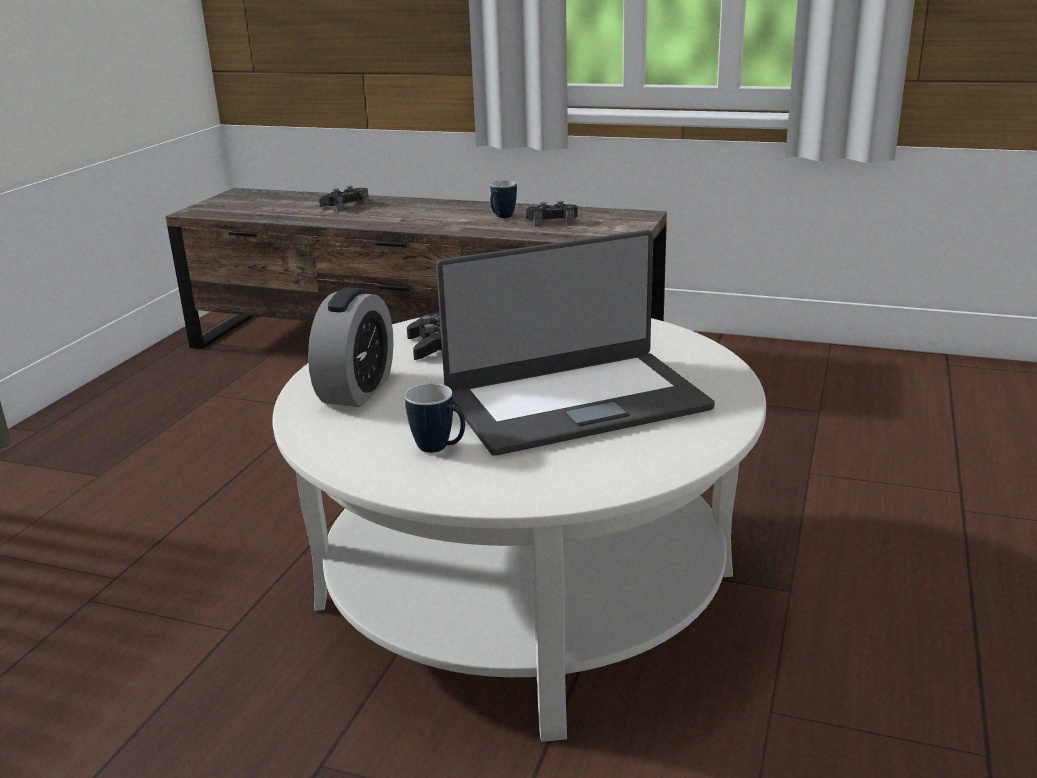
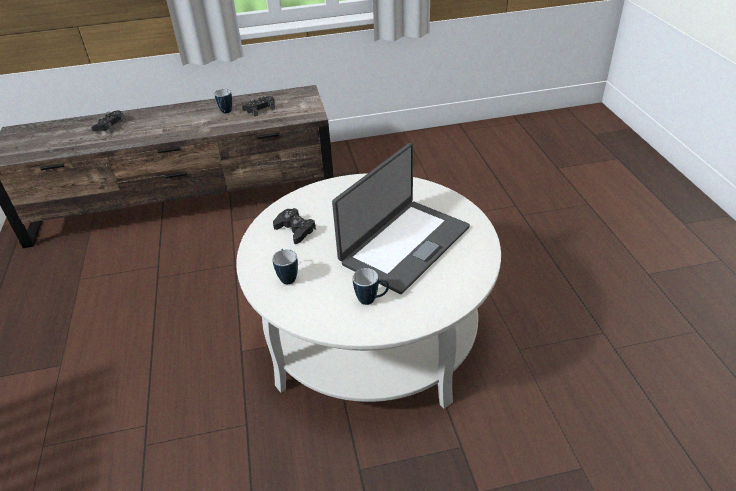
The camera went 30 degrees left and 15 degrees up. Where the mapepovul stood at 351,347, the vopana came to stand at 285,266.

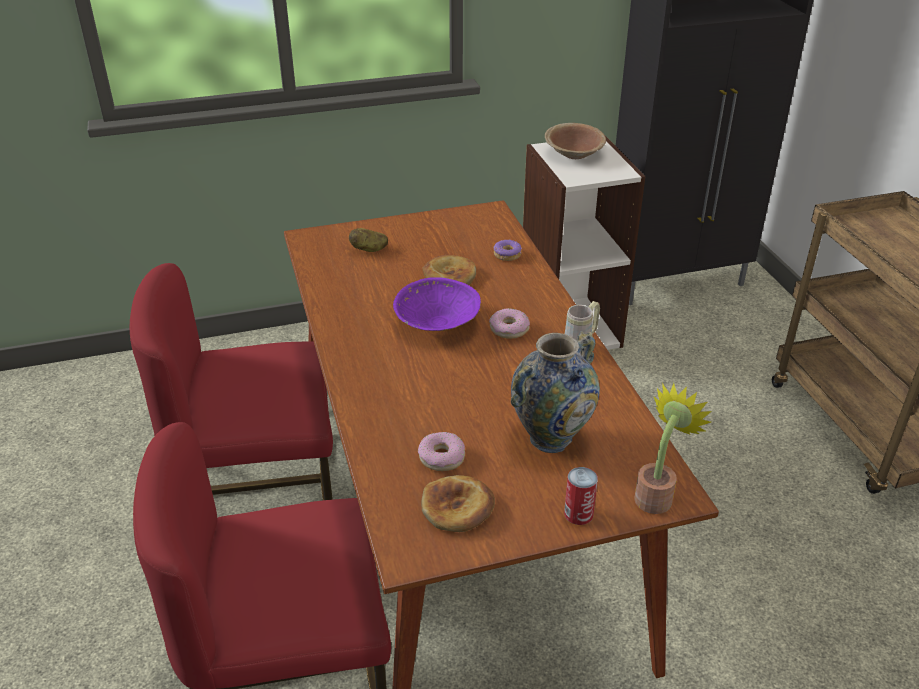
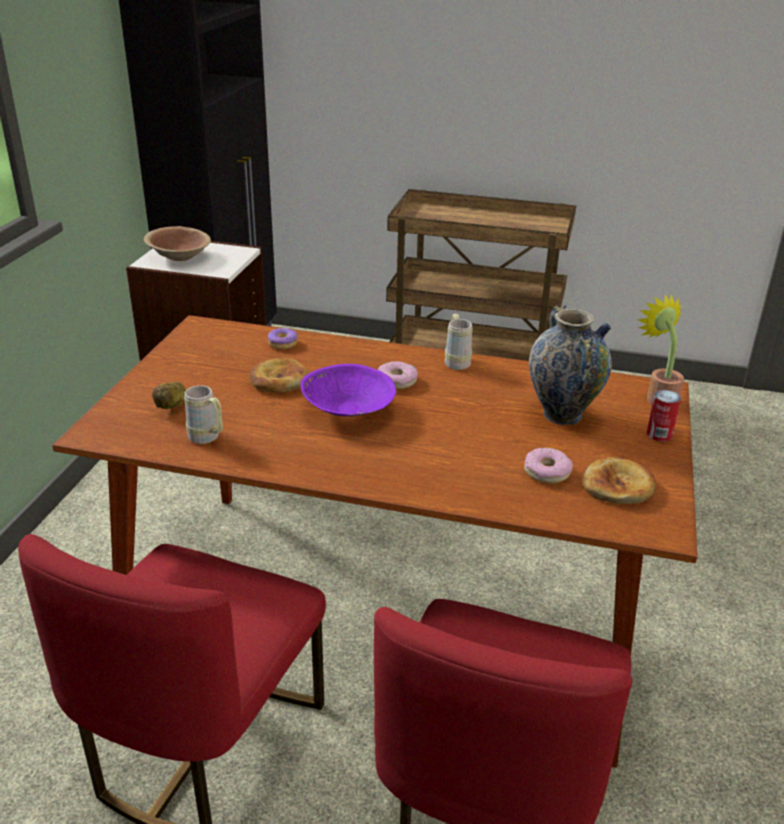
The camera went 60 degrees left and 5 degrees down. The second view gained the beige vopana at 203,414.

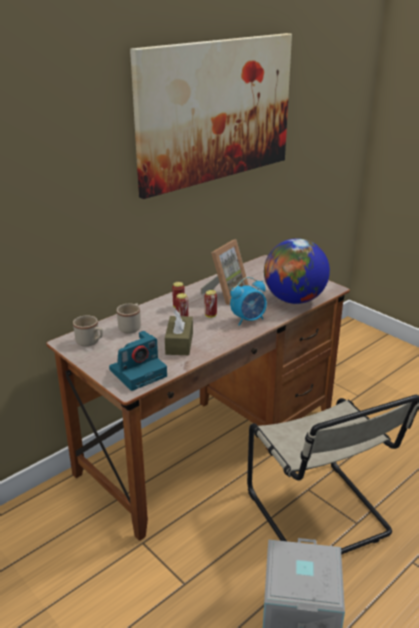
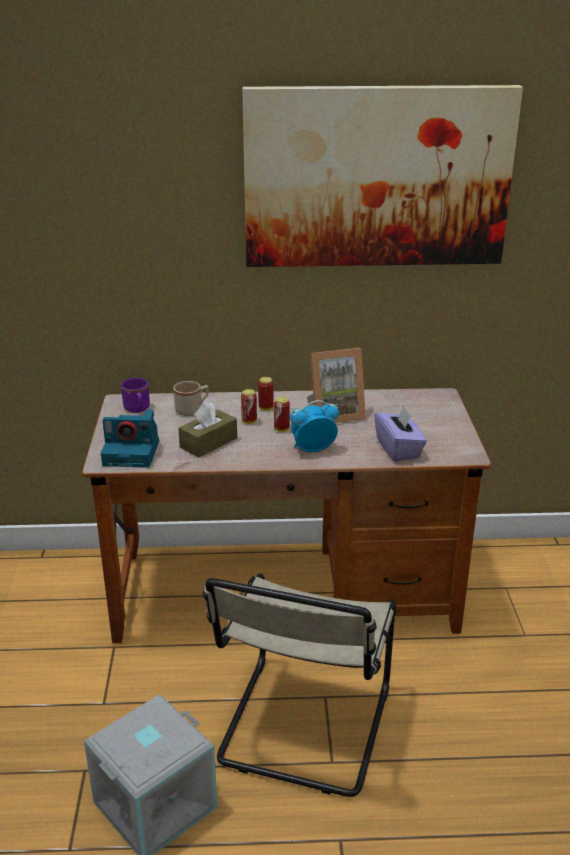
The camera went 40 degrees right and 0 degrees up. Where the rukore stood at 297,271, the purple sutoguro came to stand at 400,433. The mapepovul at 248,301 ended up facing another way, 150 degrees clockwise from before. What was the beige vopana at 88,331 turned into the purple vopana at 135,395.

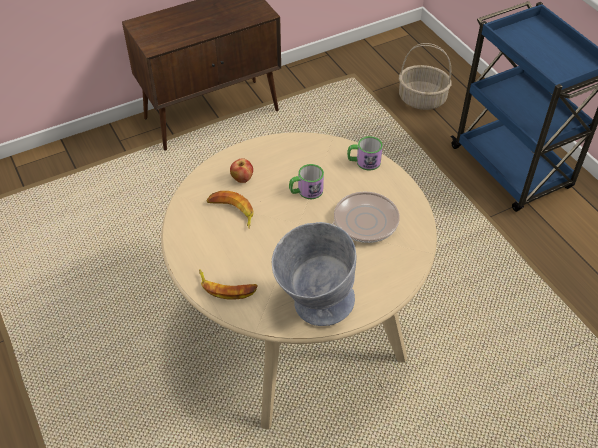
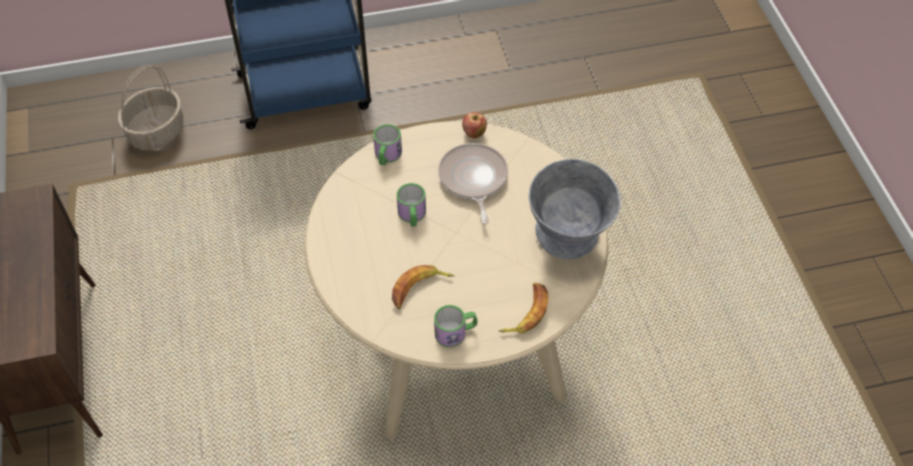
The camera went 75 degrees left and 5 degrees up. The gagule ended up elsewhere, having gone from 241,170 to 474,125. The second view gained the vopana at 455,326.

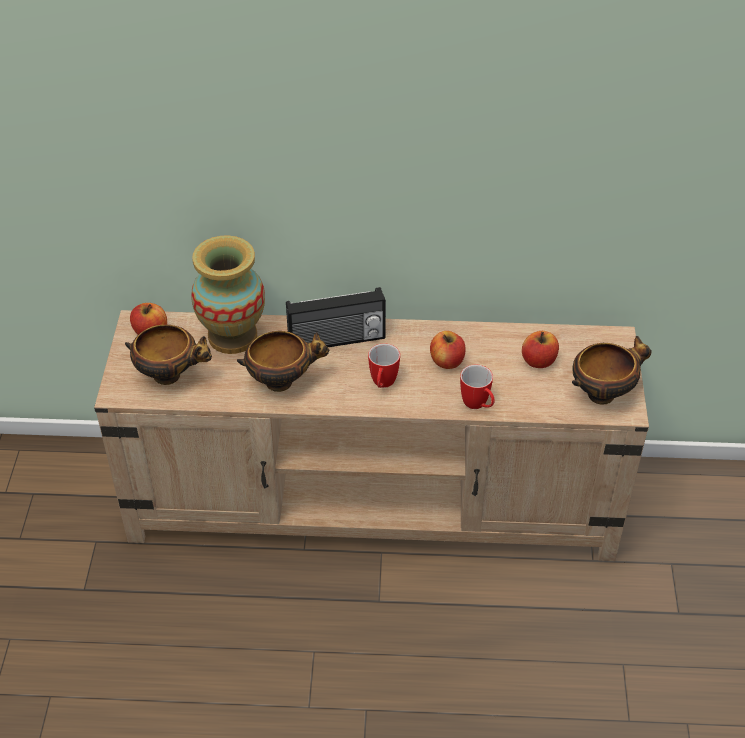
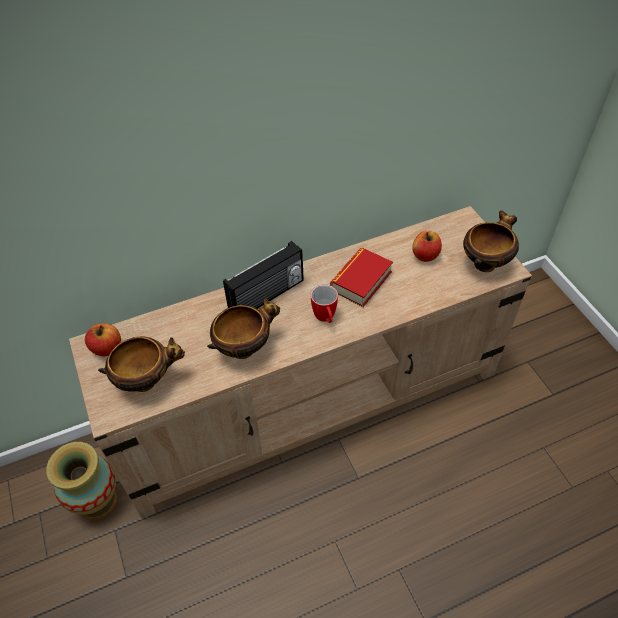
The camera went 25 degrees left and 5 degrees up. The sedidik ended up elsewhere, having gone from 228,294 to 81,481. Where the gagule stood at 448,350, the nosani came to stand at 361,277. The second view lost the vopana at 477,387.

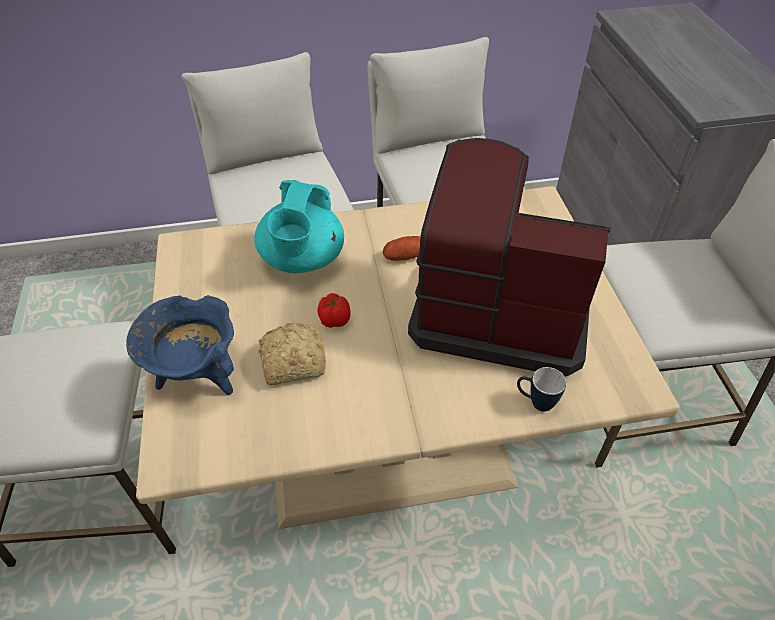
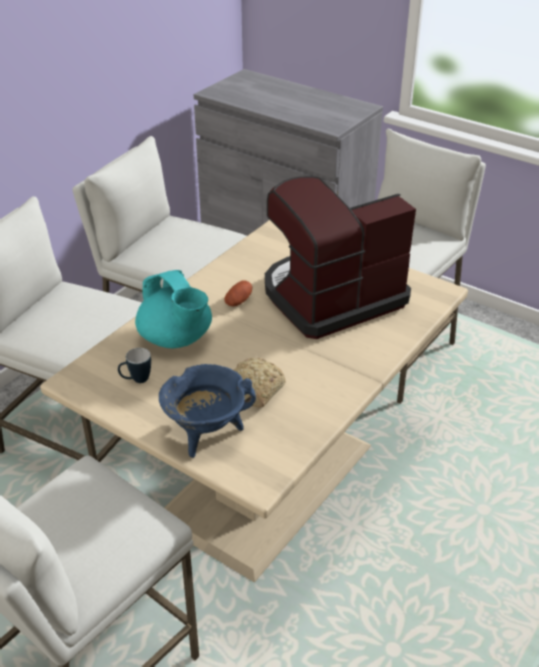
The camera went 45 degrees left and 10 degrees down. The second view lost the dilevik at 334,310. The vopana ended up elsewhere, having gone from 541,389 to 134,365.

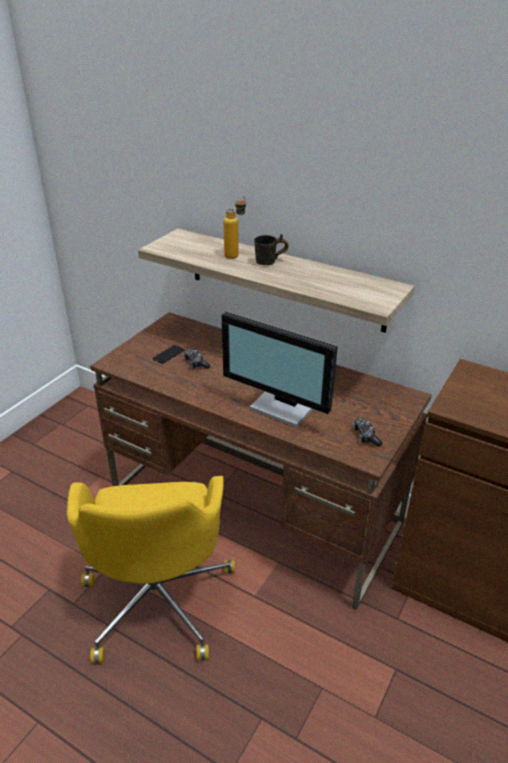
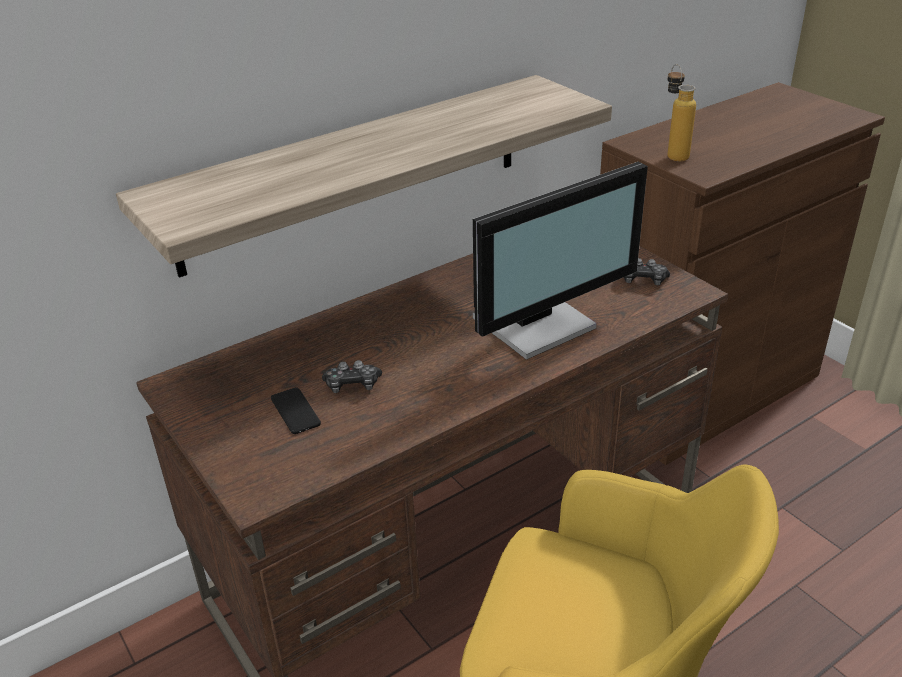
The camera went 65 degrees left and 0 degrees up. The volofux ended up elsewhere, having gone from 234,227 to 682,112. The second view lost the grey vopana at 271,249.

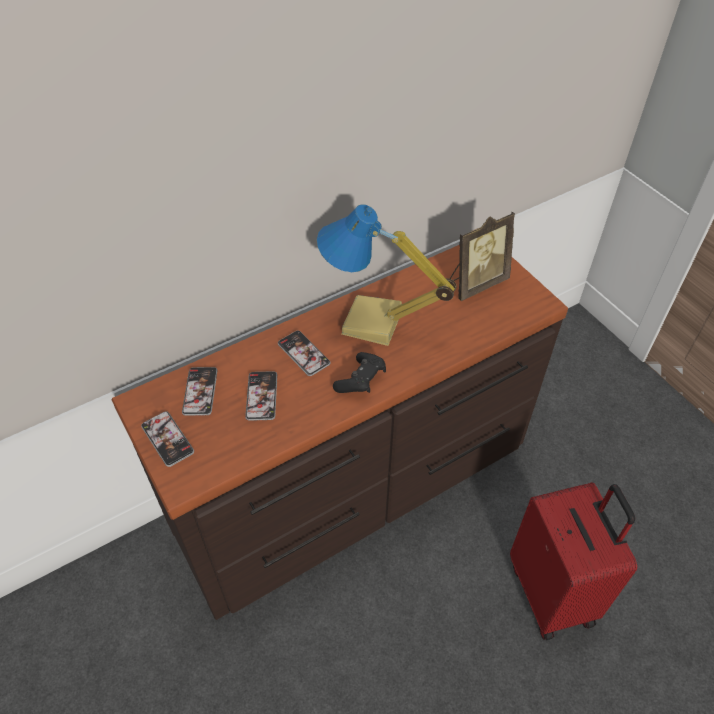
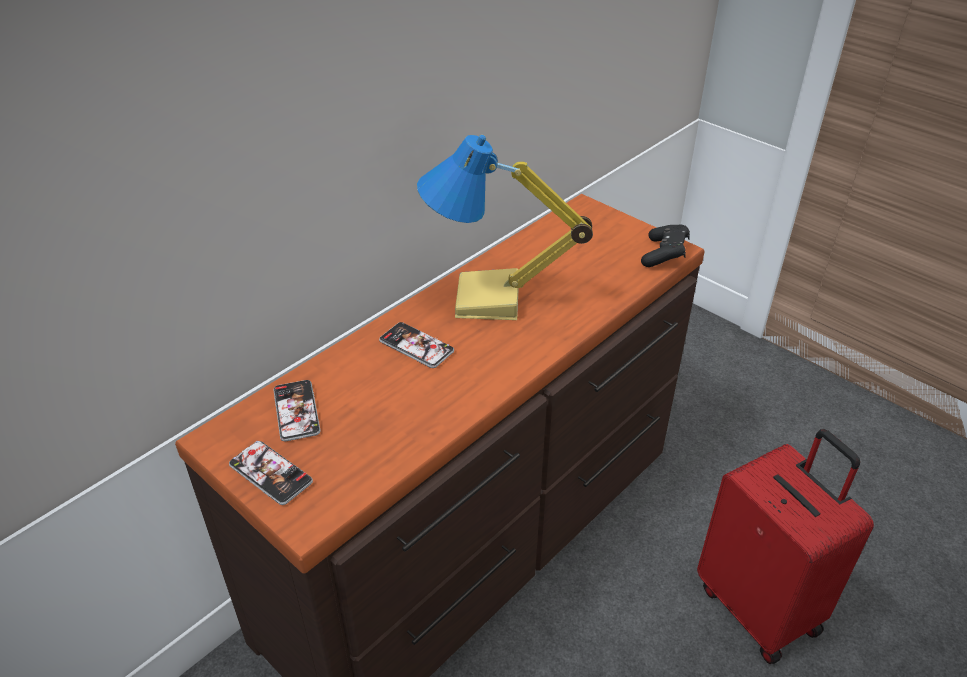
The camera went 15 degrees left and 10 degrees down. The second view lost the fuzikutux at 482,256. The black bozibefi ended up elsewhere, having gone from 359,372 to 665,246. The second view lost the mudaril at 261,396.

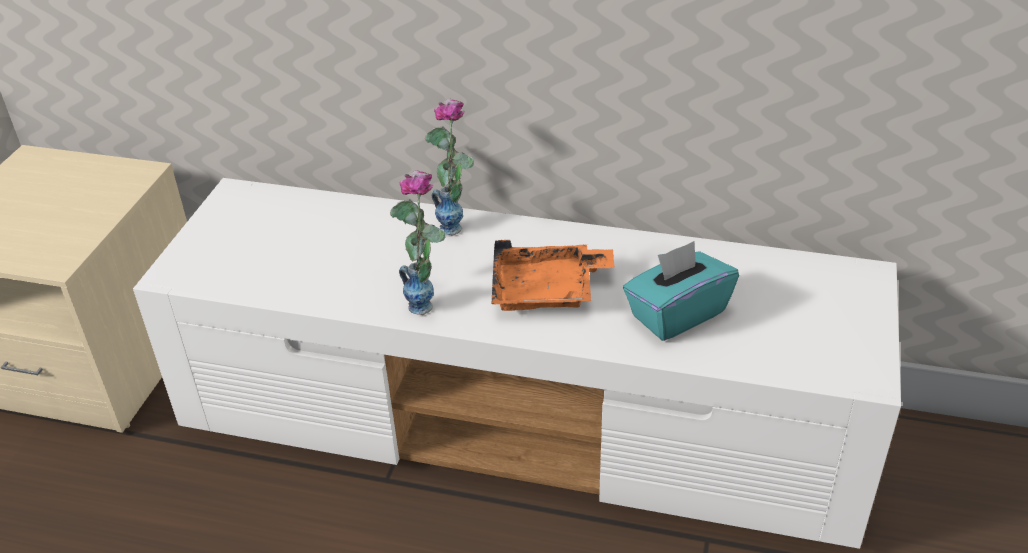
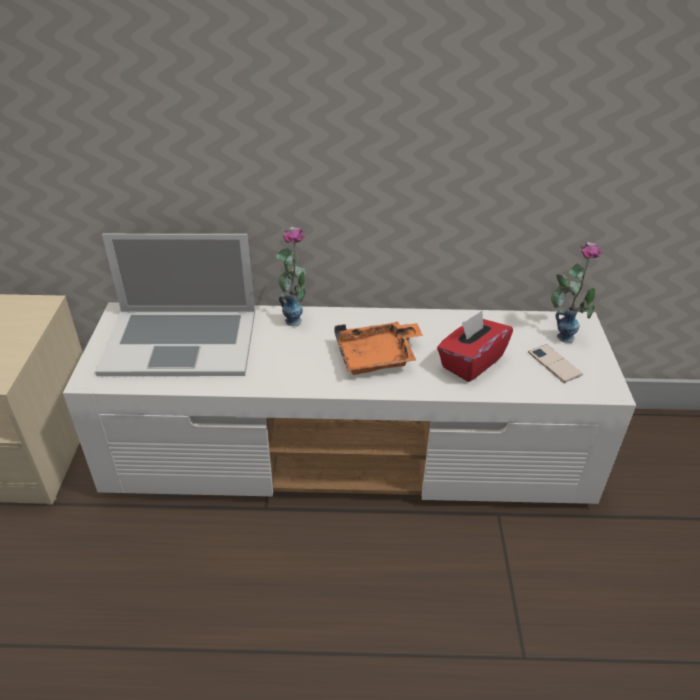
The camera went 15 degrees left and 0 degrees up. The sedidik ended up elsewhere, having gone from 418,242 to 577,292. What was the turquoise sutoguro at 681,291 turned into the red sutoguro at 475,346. The second view gained the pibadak at 175,305. The second view gained the mudaril at 555,363.

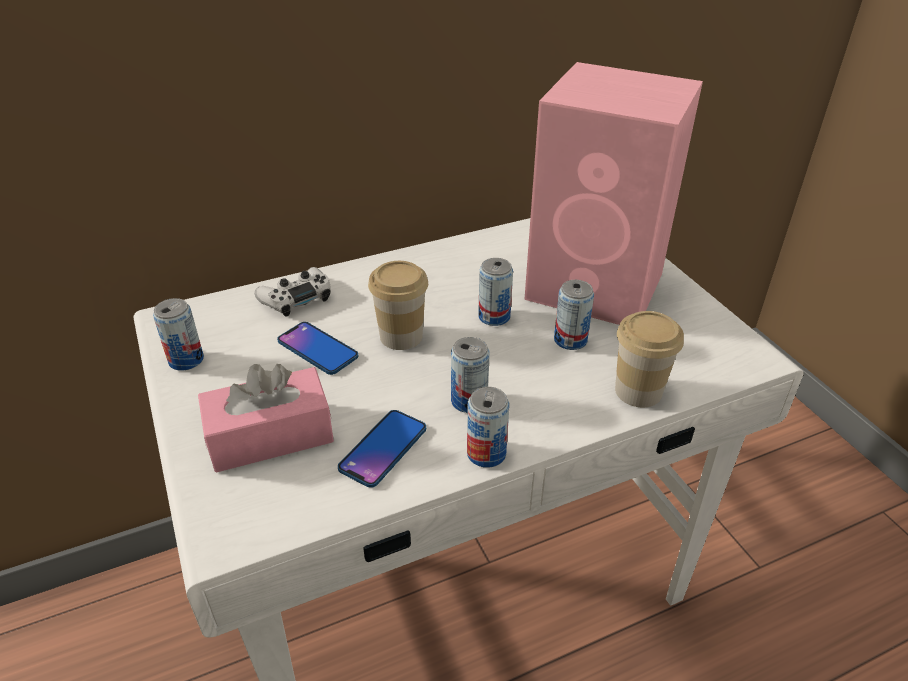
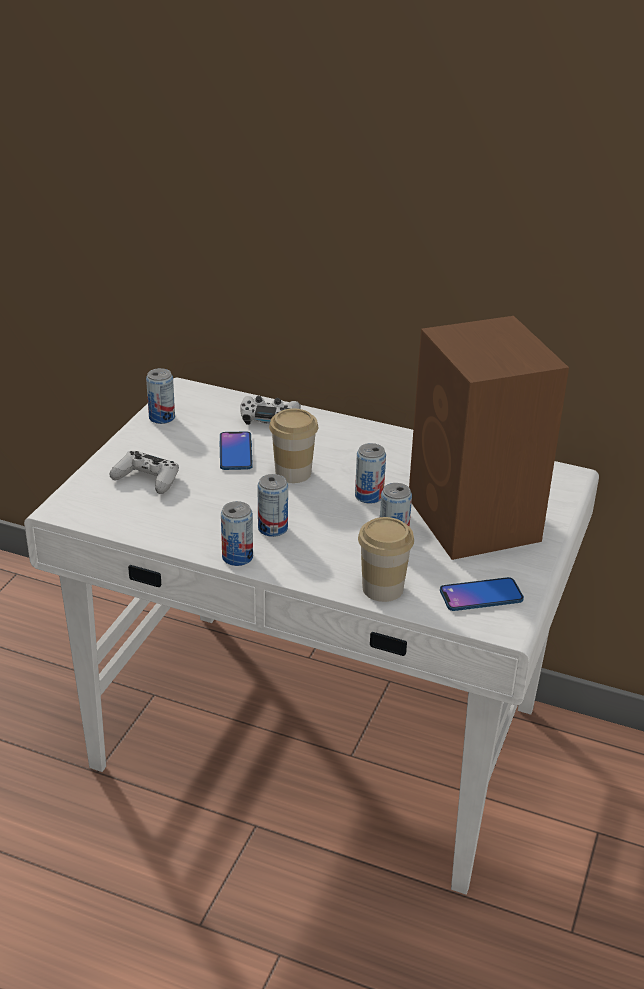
The camera went 45 degrees right and 5 degrees down. What was the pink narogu at 613,193 turned into the brown narogu at 489,438. Where the pink sutoguro stood at 266,418, the white bozibefi came to stand at 144,472. The mudaril ended up elsewhere, having gone from 382,449 to 482,594.

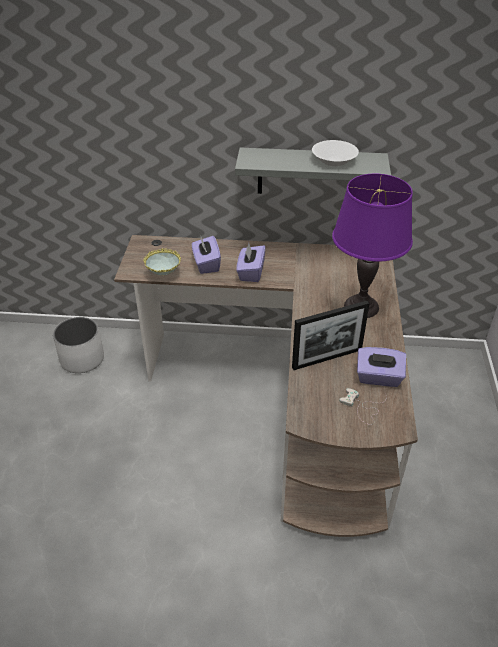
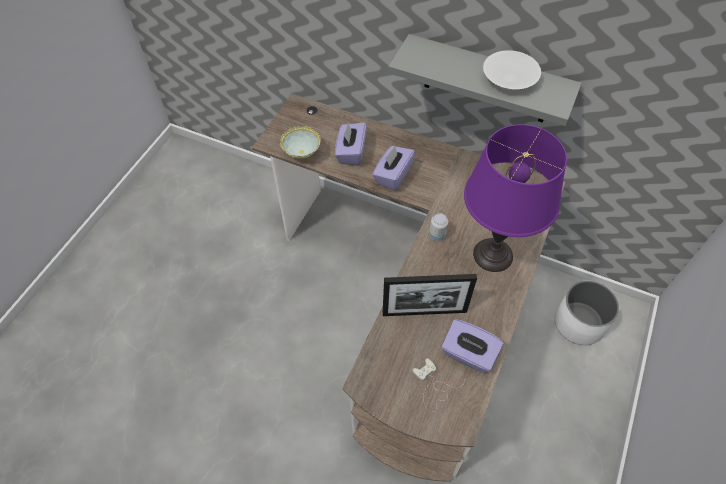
The camera went 20 degrees right and 15 degrees up. The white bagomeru ended up elsewhere, having gone from 78,345 to 587,312. The second view gained the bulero at 438,227.

